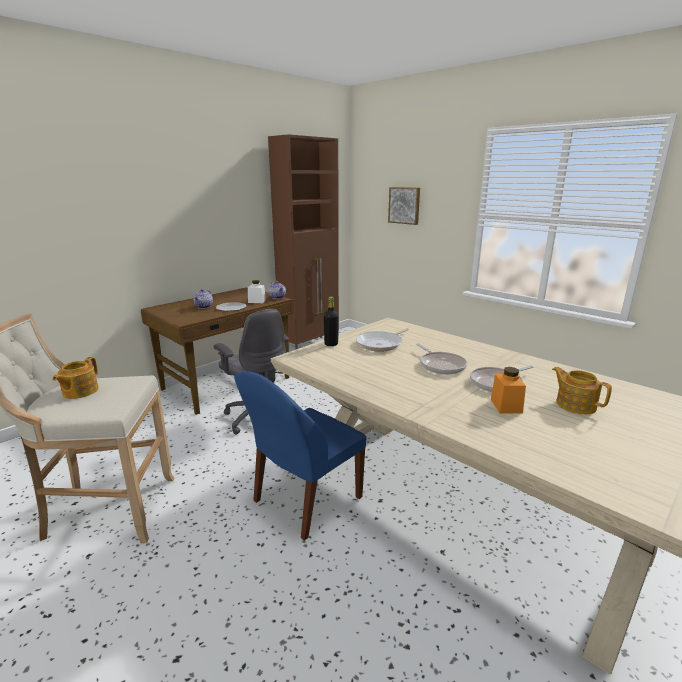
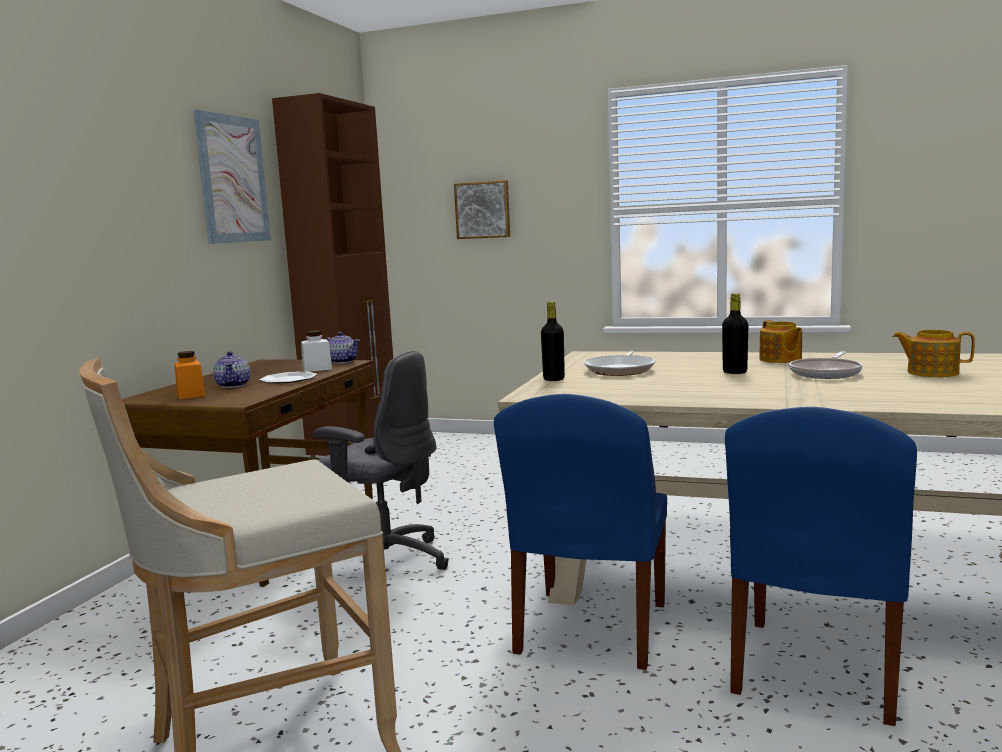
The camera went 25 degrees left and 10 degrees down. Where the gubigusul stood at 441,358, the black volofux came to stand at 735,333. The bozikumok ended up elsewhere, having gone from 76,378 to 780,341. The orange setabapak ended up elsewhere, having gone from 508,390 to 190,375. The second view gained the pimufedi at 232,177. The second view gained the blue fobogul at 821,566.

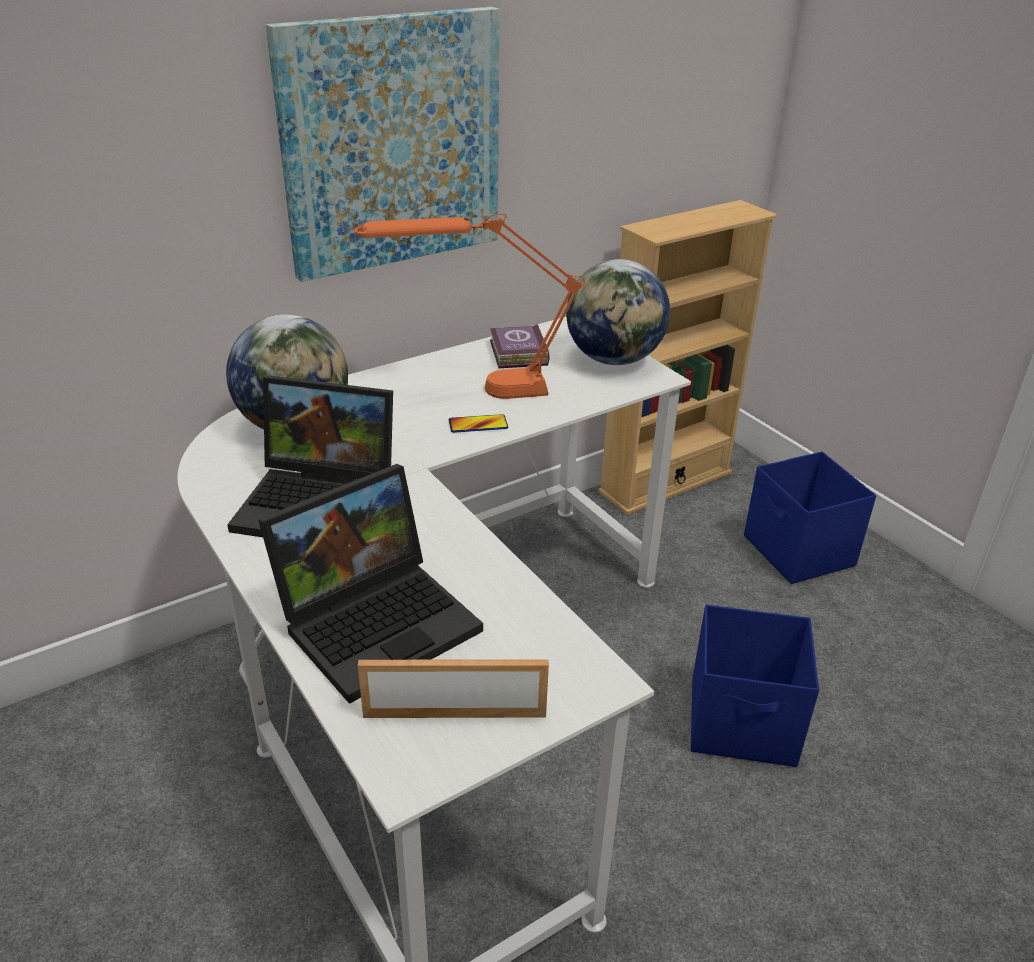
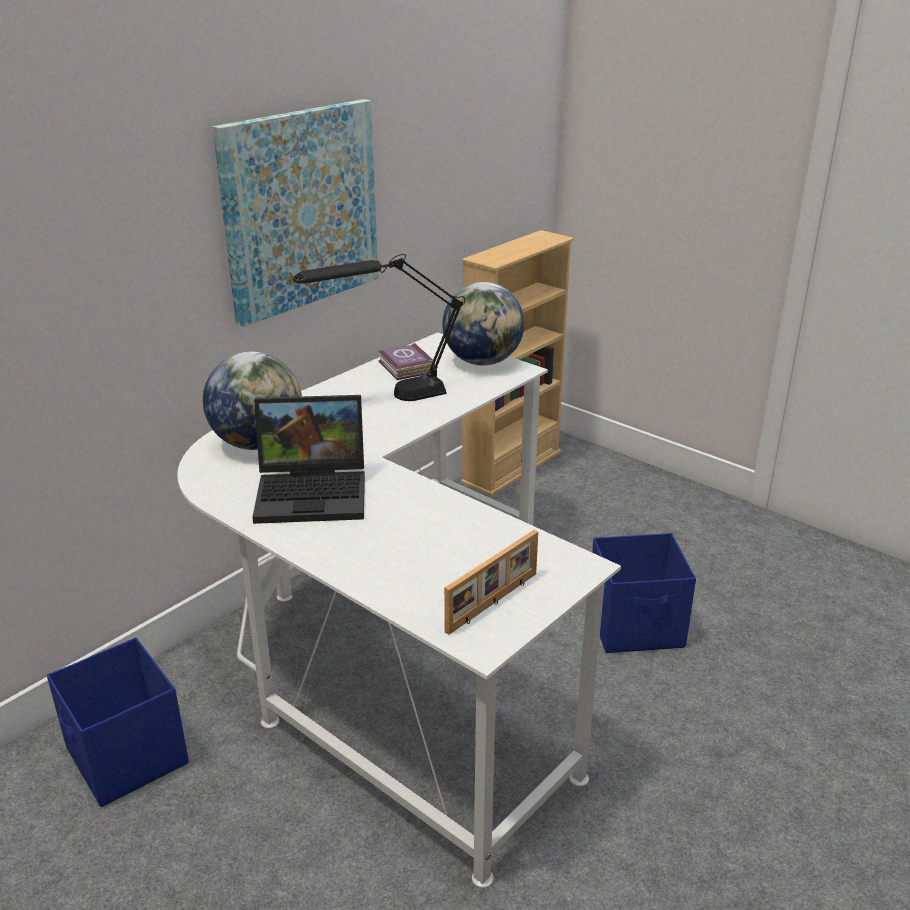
The camera went 15 degrees left and 5 degrees down. What was the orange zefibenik at 469,306 turned into the black zefibenik at 379,327. The second view lost the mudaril at 478,423. The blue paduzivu ended up elsewhere, having gone from 810,517 to 118,722. The second view lost the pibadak at 370,584. The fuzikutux at 453,688 ended up facing another way, 150 degrees clockwise from before.

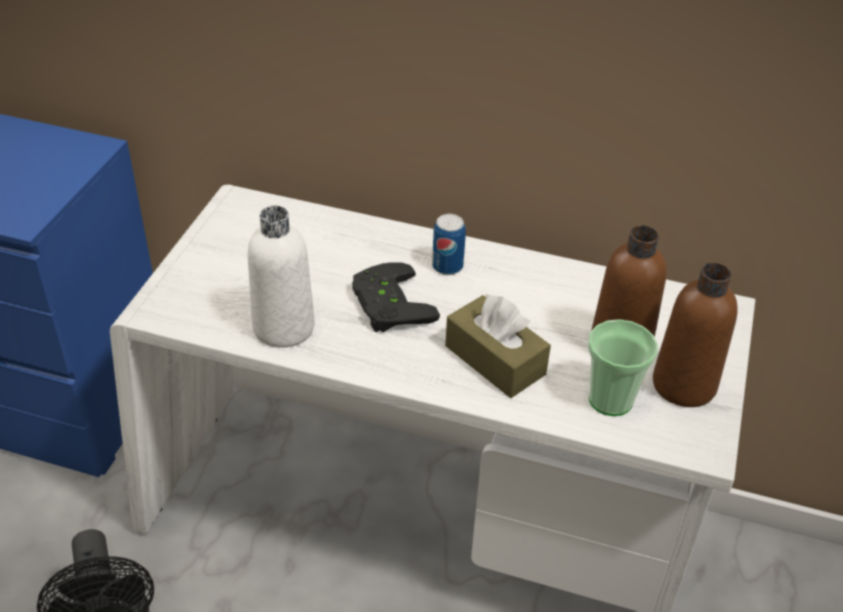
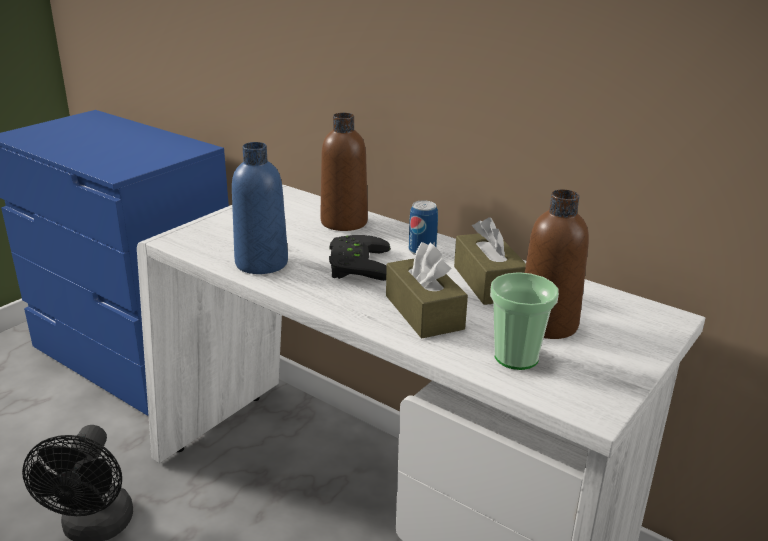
The camera went 20 degrees right and 15 degrees down. What was the white volofux at 281,276 turned into the blue volofux at 260,208. The brown volofux ended up elsewhere, having gone from 695,335 to 344,172. The second view gained the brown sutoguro at 490,261.

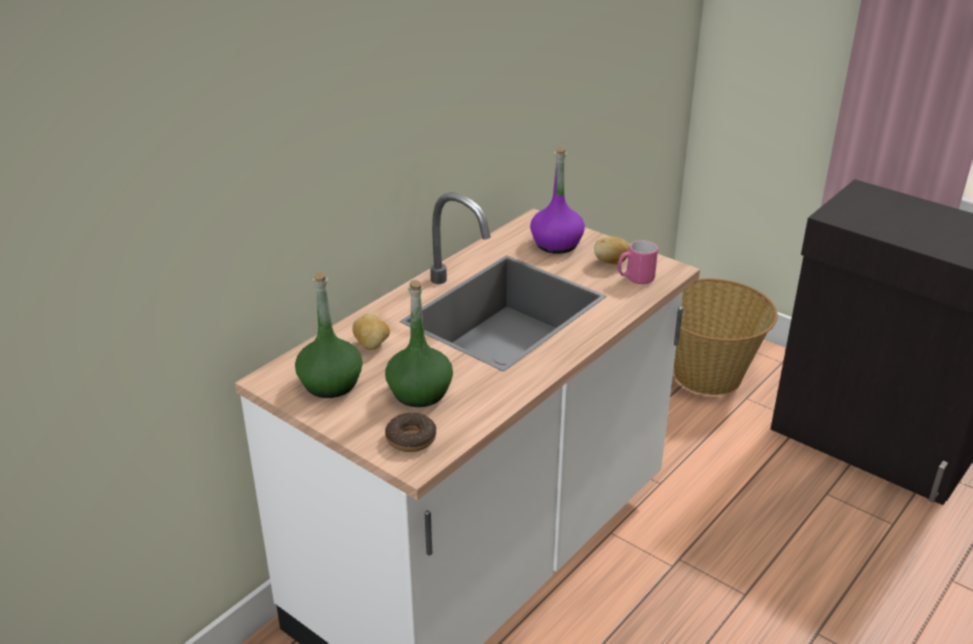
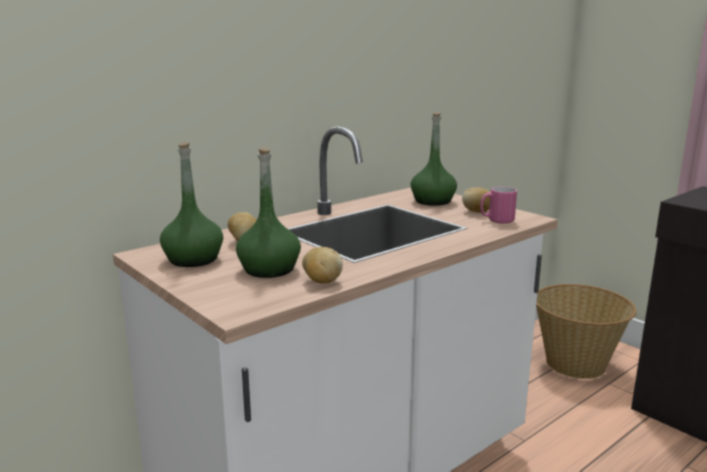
The camera went 10 degrees right and 15 degrees down. What was the purple volofux at 557,200 turned into the green volofux at 434,159. The second view lost the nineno at 410,432. The second view gained the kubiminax at 322,265.

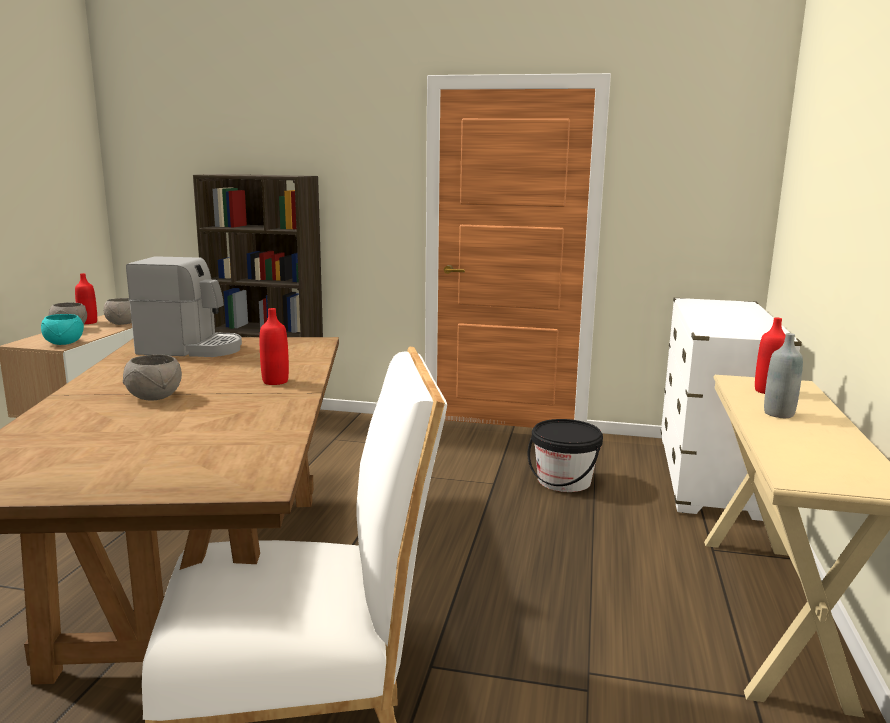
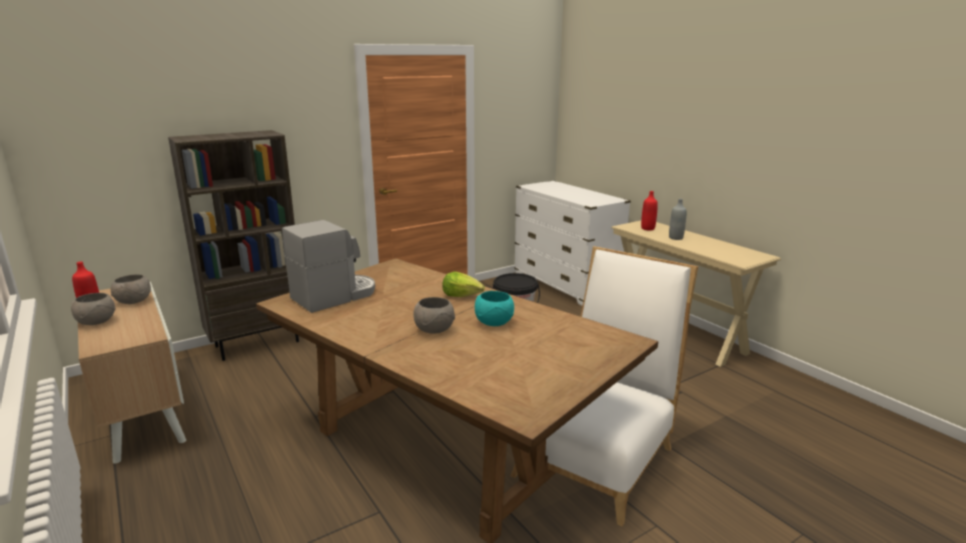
The camera went 45 degrees left and 5 degrees up. Where the red volofux stood at 274,346, the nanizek came to stand at 463,284. The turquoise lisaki ended up elsewhere, having gone from 62,329 to 494,308.

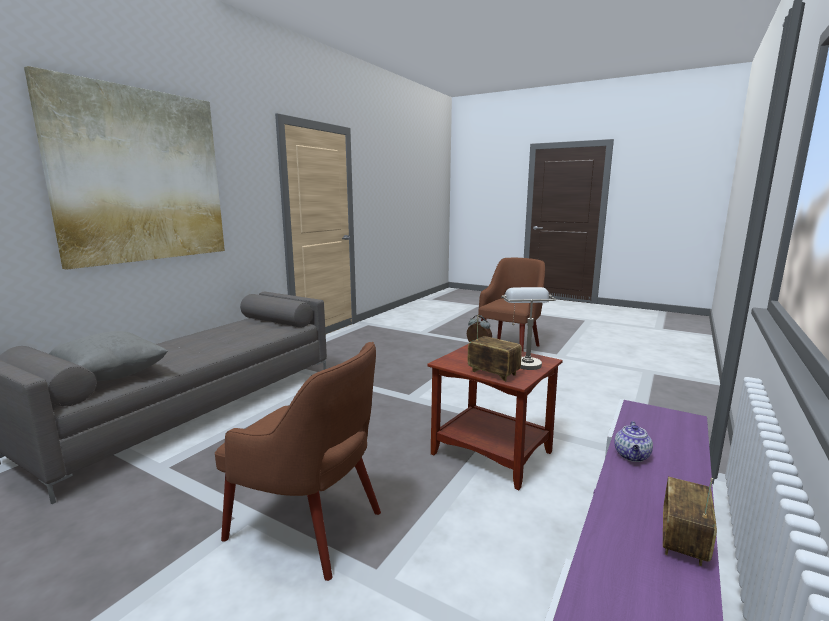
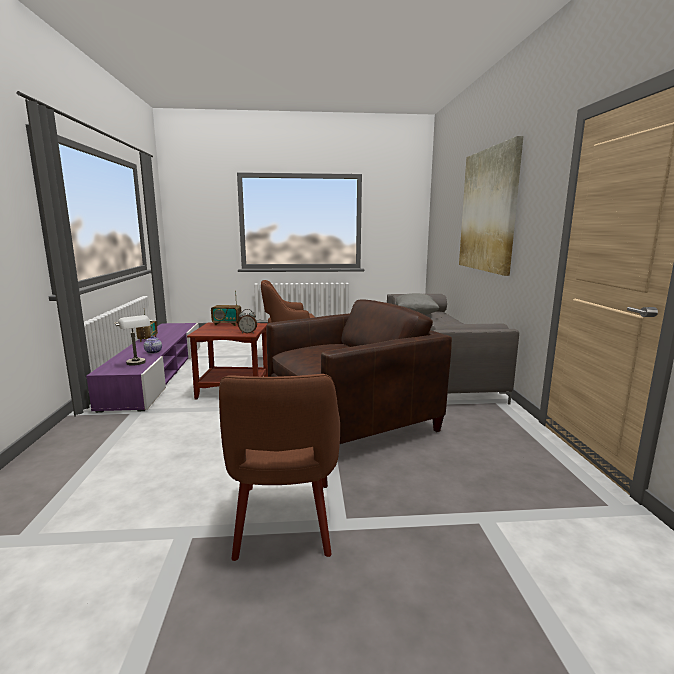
The camera went 145 degrees right and 0 degrees up. The grey zefibenik ended up elsewhere, having gone from 528,328 to 133,340. The second view gained the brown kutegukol at 359,371.

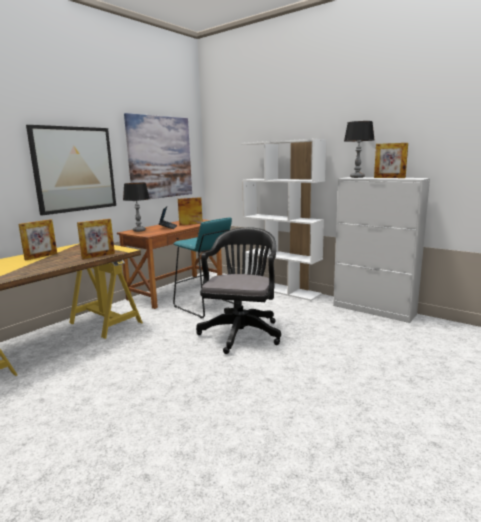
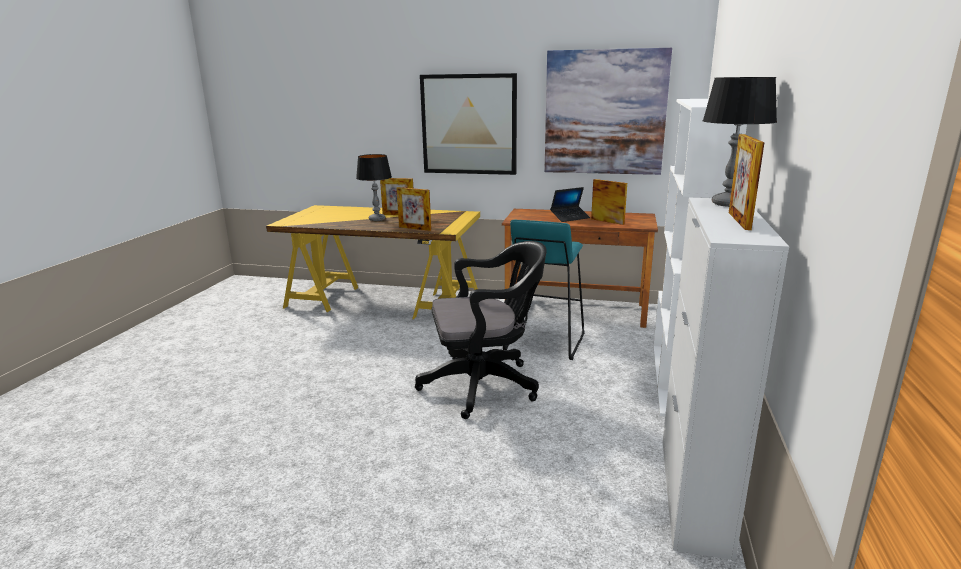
The camera went 65 degrees right and 5 degrees up. The zefibenik ended up elsewhere, having gone from 136,207 to 374,187.

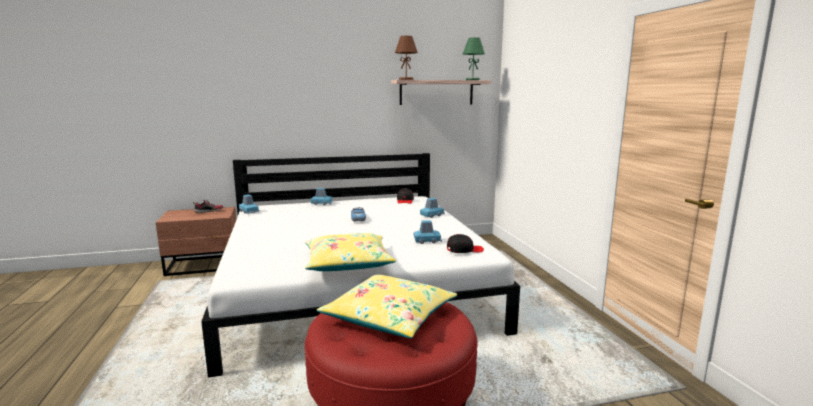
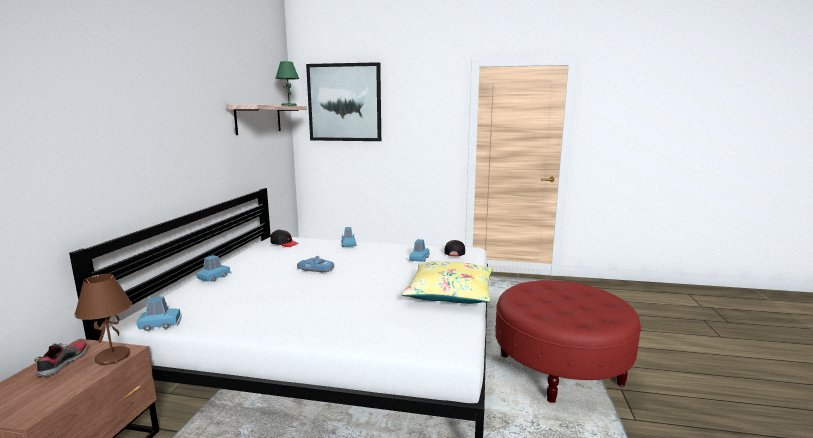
The camera went 65 degrees left and 0 degrees up. The brown zefibenik ended up elsewhere, having gone from 406,58 to 103,319. The second view lost the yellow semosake at 387,306. The second view gained the pimufedi at 343,101.

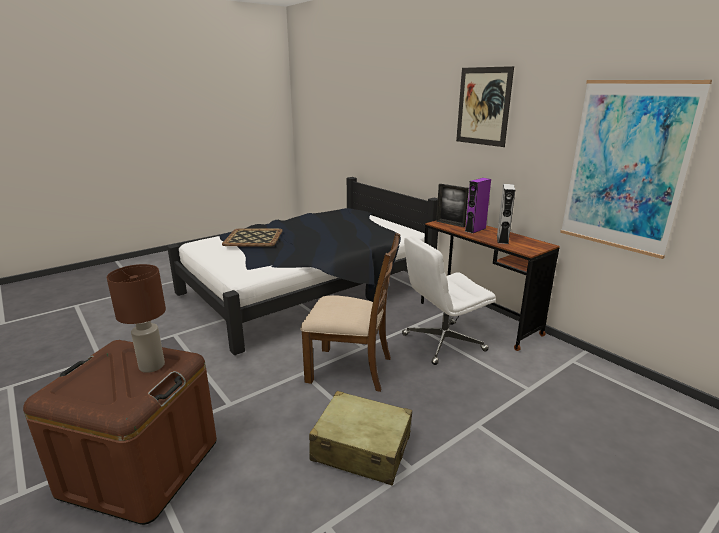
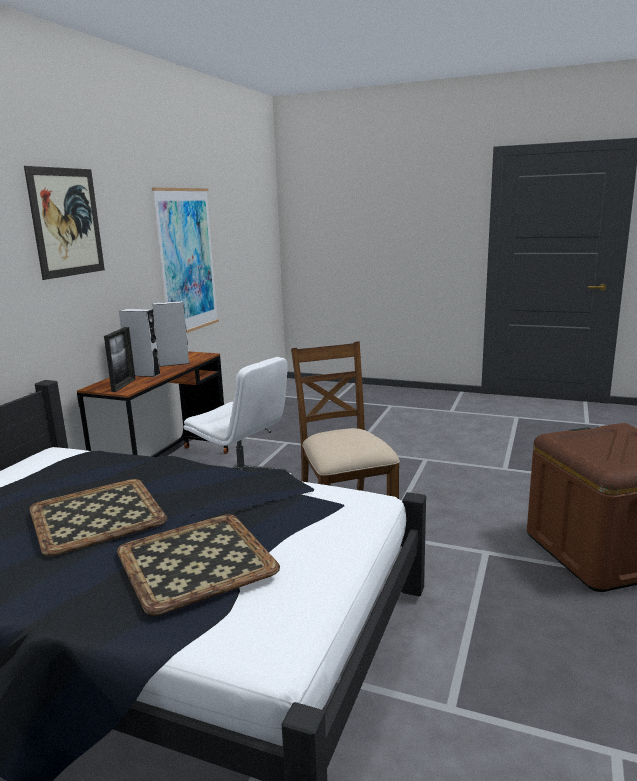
The camera went 120 degrees left and 5 degrees down. What was the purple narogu at 478,205 turned into the grey narogu at 139,343. The second view lost the brown zefibenik at 136,318. The second view lost the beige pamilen at 360,438. The second view gained the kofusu at 98,517.

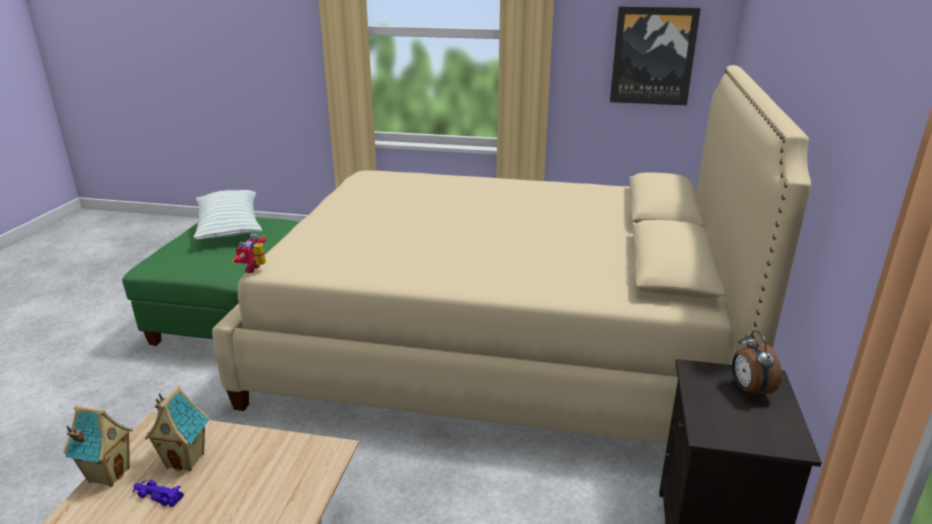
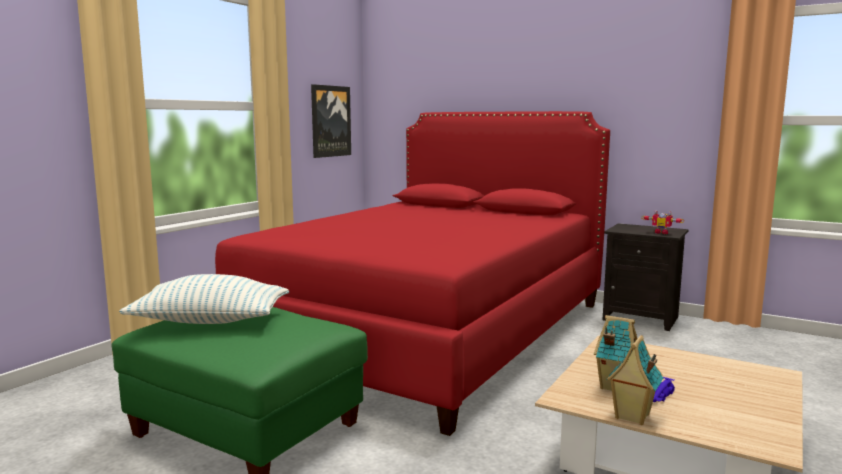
The camera went 70 degrees left and 15 degrees down. What was the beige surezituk at 511,255 turned into the red surezituk at 412,273. The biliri ended up elsewhere, having gone from 249,253 to 663,222. The second view lost the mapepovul at 757,364.

